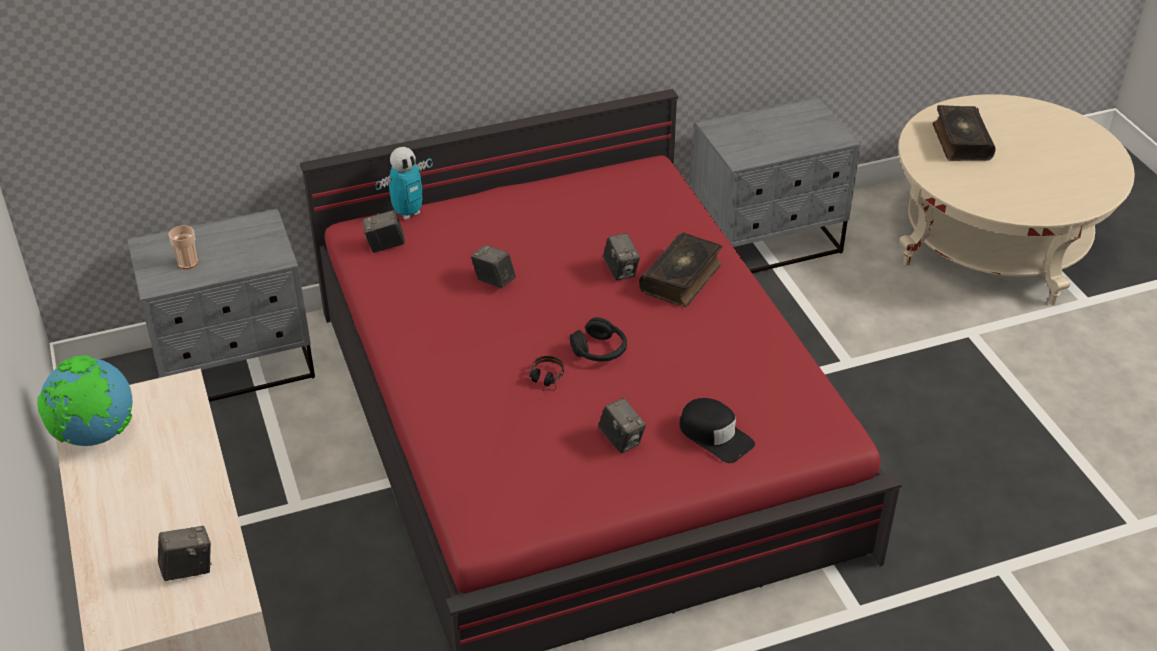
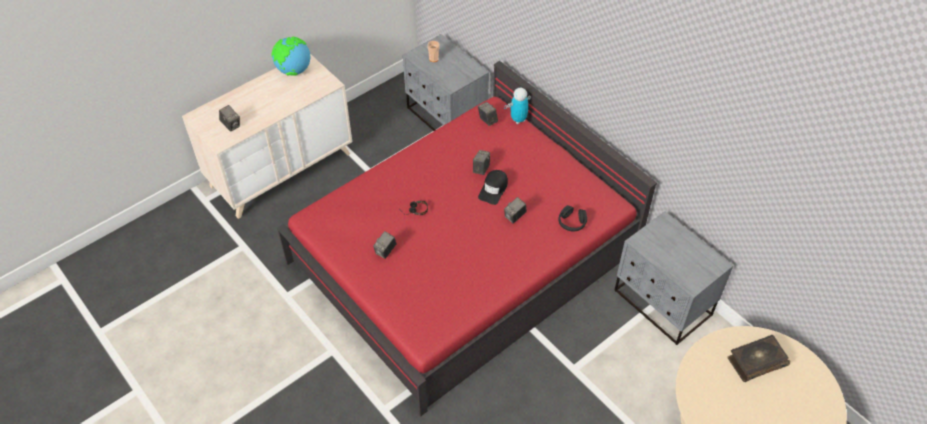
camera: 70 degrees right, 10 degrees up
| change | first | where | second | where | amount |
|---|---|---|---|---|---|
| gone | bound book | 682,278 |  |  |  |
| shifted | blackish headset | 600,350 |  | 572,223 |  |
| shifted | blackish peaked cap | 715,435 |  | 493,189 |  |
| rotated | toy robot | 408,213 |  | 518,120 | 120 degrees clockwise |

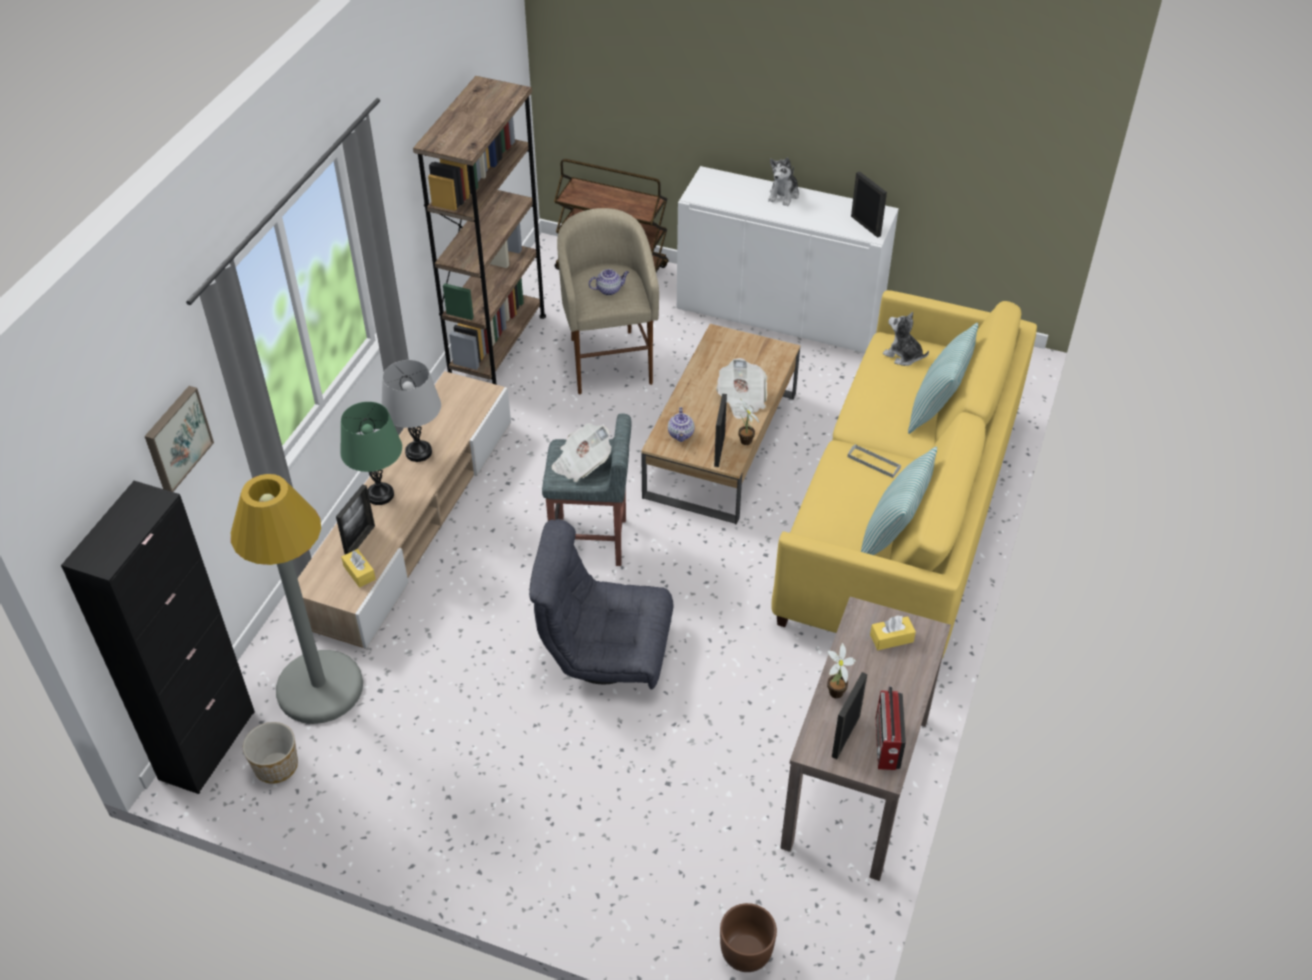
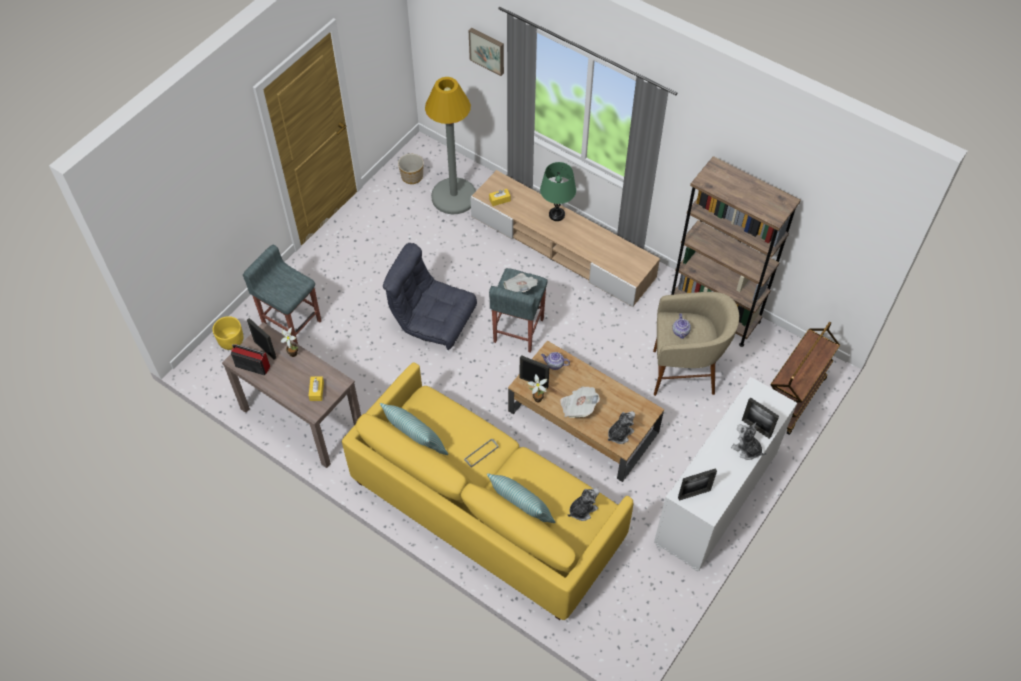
camera: 105 degrees right, 10 degrees up
| change | first | where | second | where | amount |
|---|---|---|---|---|---|
| gone | blackish cabinet | 207,745 |  |  |  |
| gone | gray table lamp | 418,452 |  |  |  |
| new |  |  | gray stool | 292,323 |  |
| new |  |  | plush toy | 619,434 |  |
| shifted | standing frame | 360,541 |  | 756,428 |  |
| repainted | brownish planter | 745,952 | yellow-coloured planter | 231,341 |  |
| rotated | gray armchair | 605,651 |  | 433,321 | 90 degrees counterclockwise |

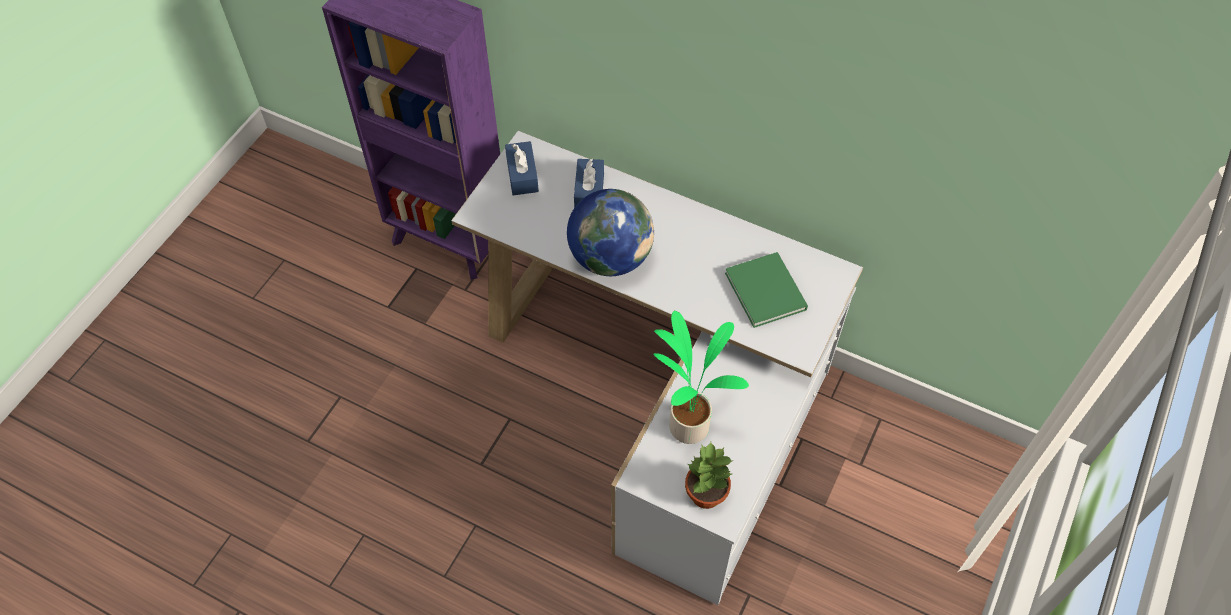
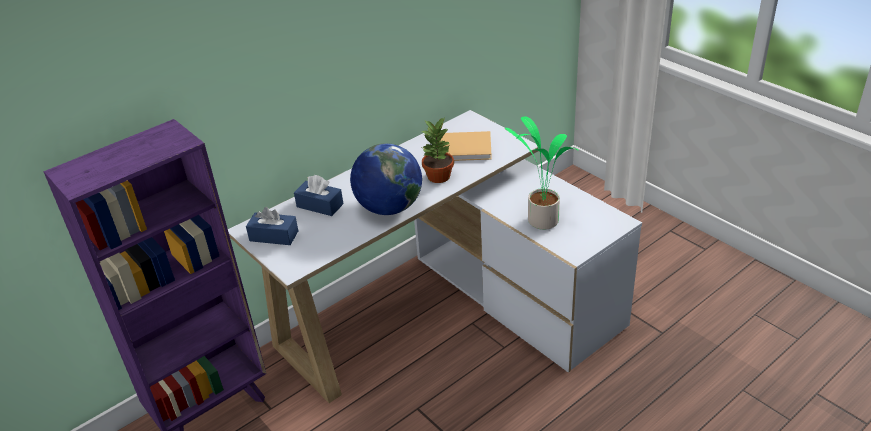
camera: 65 degrees left, 20 degrees down
| change | first | where | second | where | amount |
|---|---|---|---|---|---|
| shifted | houseplant | 705,495 |  | 439,176 |  |
| repainted | green bound book | 766,293 | beige bound book | 467,148 |  |

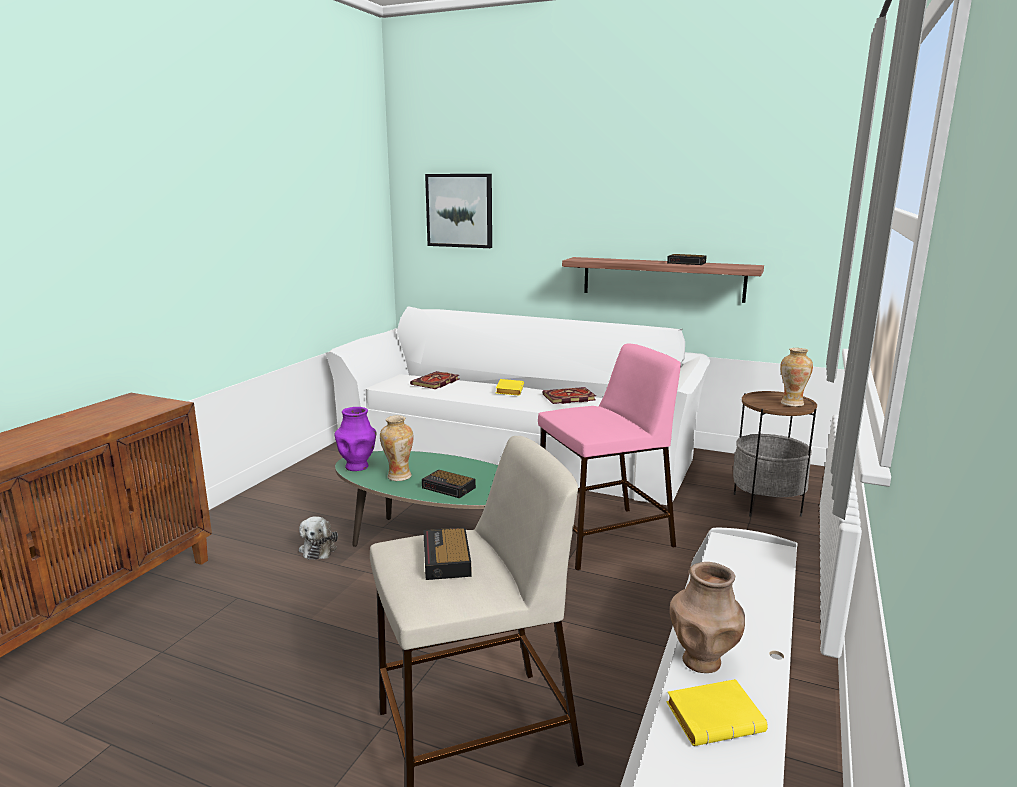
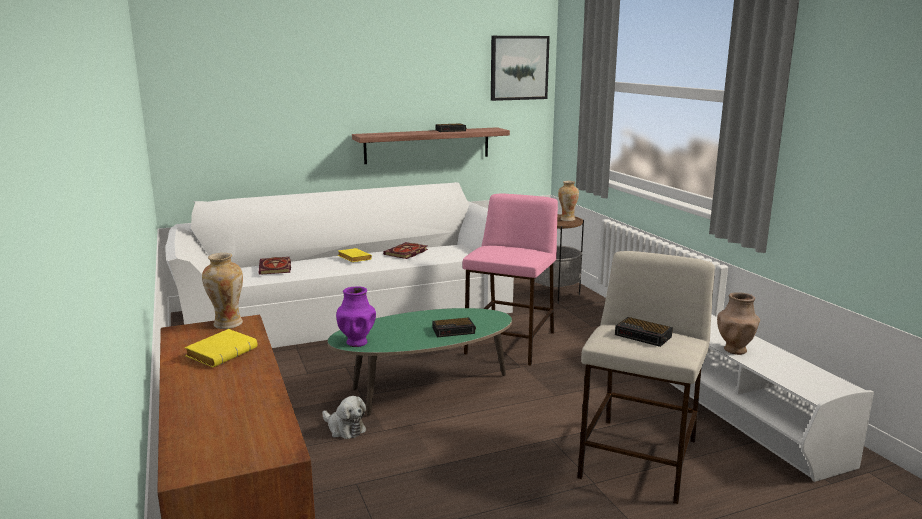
camera: 45 degrees left, 0 degrees up
| change | first | where | second | where | amount |
|---|---|---|---|---|---|
| shifted | vase | 398,476 |  | 227,324 |  |
| shifted | wall picture | 459,210 |  | 519,68 |  |
| shifted | yellow-coloured bound book | 715,717 |  | 222,353 |  |

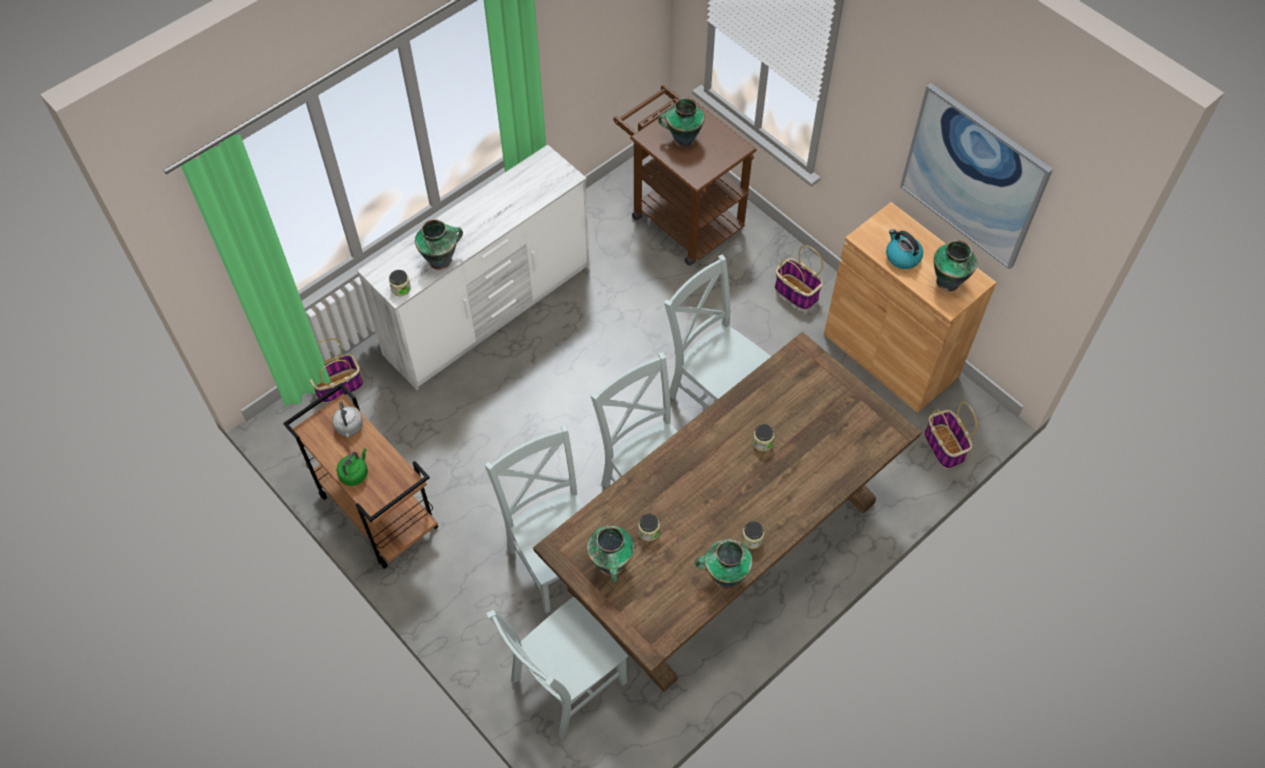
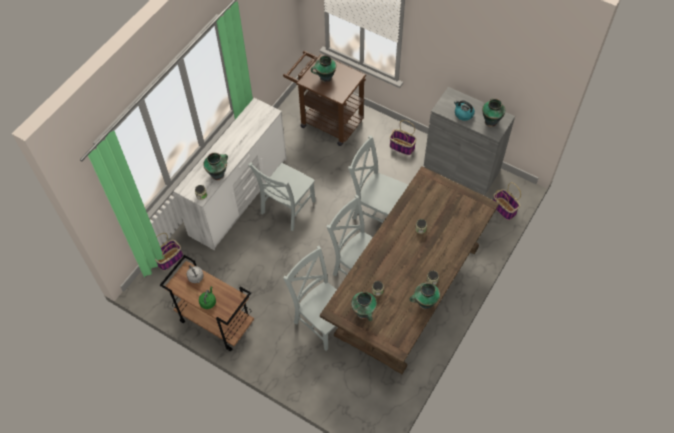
camera: 15 degrees left, 0 degrees up
| change | first | where | second | where | amount |
|---|---|---|---|---|---|
| gone | wall picture | 973,176 |  |  |  |
| shifted | gray chair | 564,684 |  | 286,209 |  |
| repainted | brownish cabinet | 890,355 | gray cabinet | 461,168 |  |

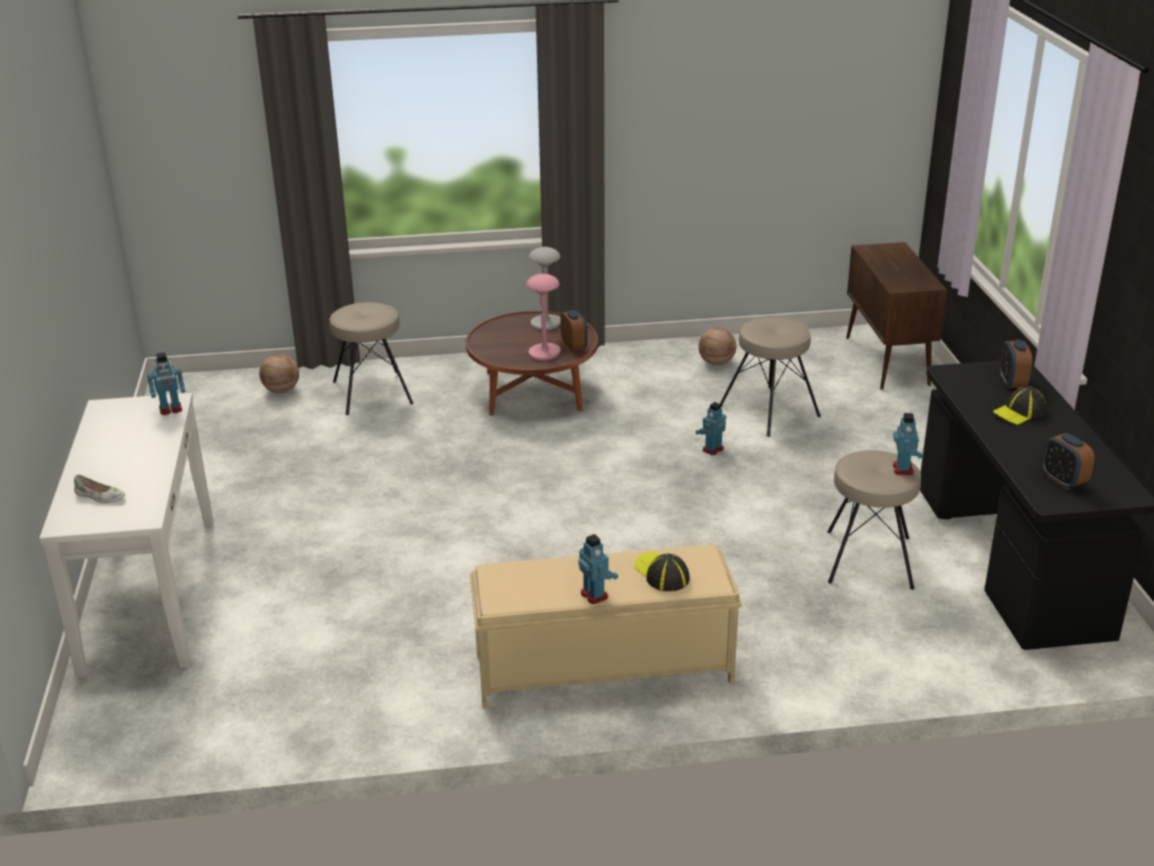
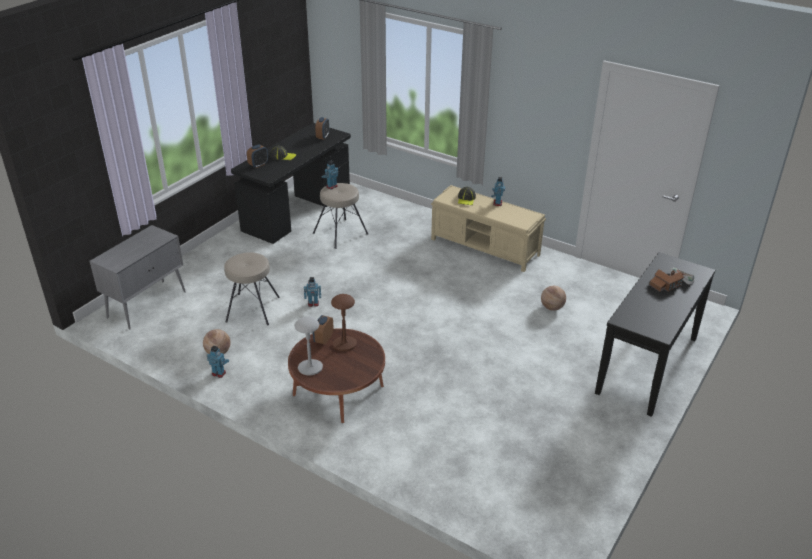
camera: 140 degrees left, 5 degrees up
| change | first | where | second | where | amount |
|---|---|---|---|---|---|
| gone | beige stool | 371,393 |  |  |  |
| new |  |  | miniature house | 665,285 |  |
| shifted | toy robot | 170,409 |  | 219,373 |  |
| shifted | basketball ball | 281,390 |  | 552,308 |  |
| repainted | white narrow table | 149,593 | blackish narrow table | 648,365 |  |
| repainted | pinkish table lamp | 544,353 | brownish table lamp | 344,344 |  |
| repainted | brownish cabinet | 887,362 | gray cabinet | 147,304 |  |

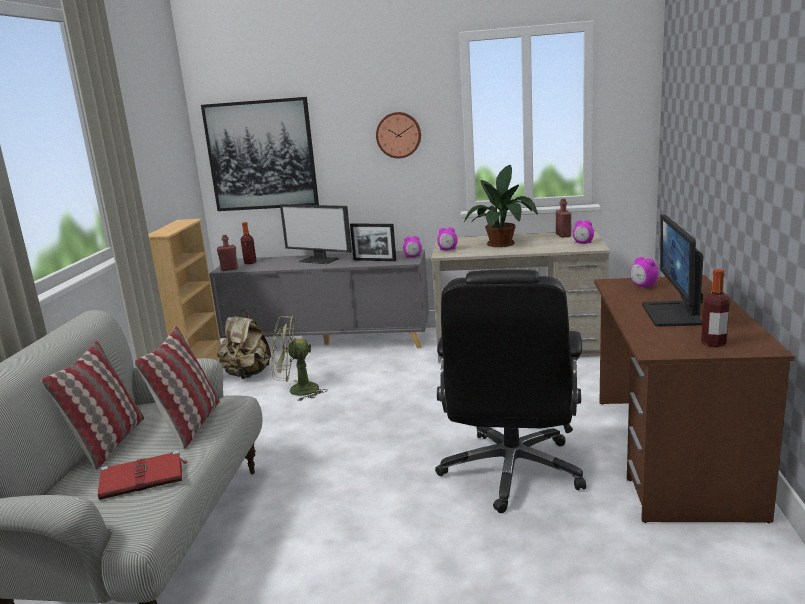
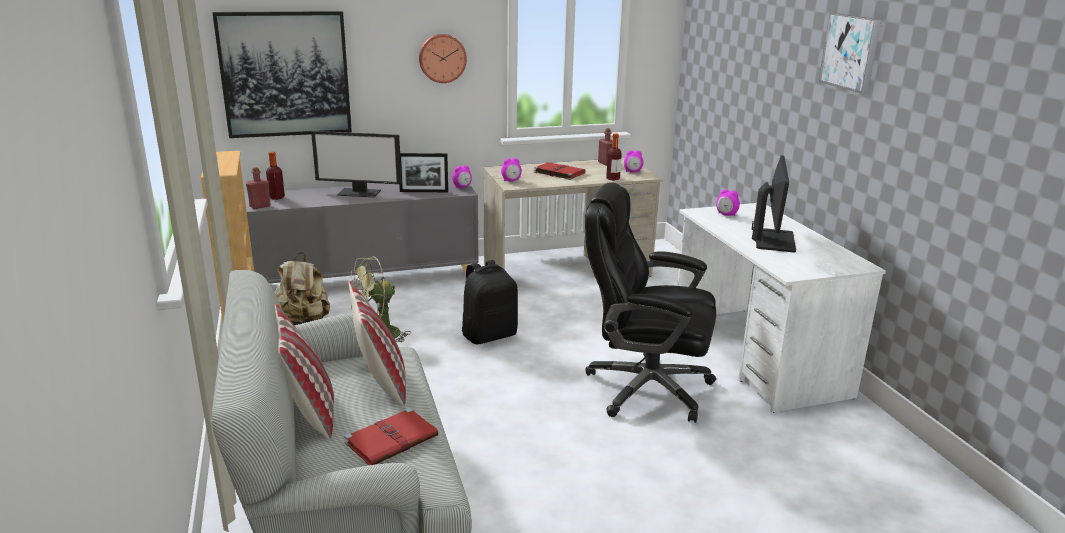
camera: 25 degrees left, 5 degrees up
| change | first | where | second | where | amount |
|---|---|---|---|---|---|
| new |  |  | blackish backpack | 489,335 |  |
| new |  |  | wall picture | 851,52 |  |
| shifted | beverage bottle | 713,343 |  | 613,178 |  |
| swapped | houseplant | 503,243 | red-coloured bound book | 558,172 |  |
| repainted | brownish desk | 671,454 | white desk | 756,355 |  |
| rotated | blackish computer chair | 511,472 |  | 645,388 | 120 degrees clockwise |
| rotated | monitor | 673,314 |  | 773,240 | 150 degrees counterclockwise |

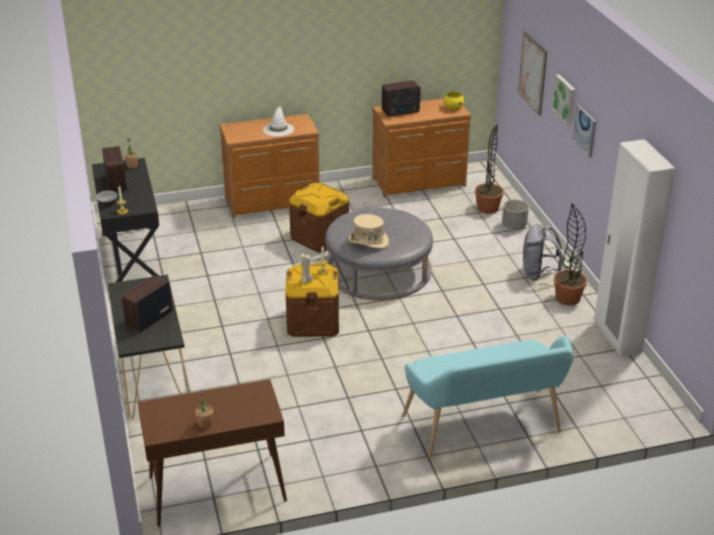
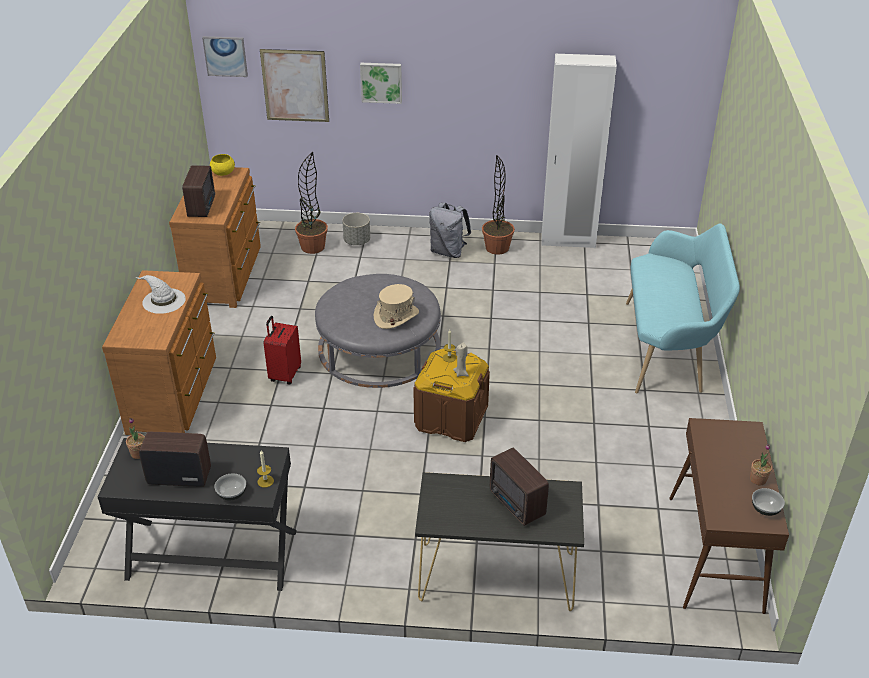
camera: 70 degrees left, 5 degrees up
| change | first | where | second | where | amount |
|---|---|---|---|---|---|
| new |  |  | bowl | 765,509 |  |
| shifted | wall picture | 585,130 |  | 225,56 |  |
| swapped | brownish storage container | 320,237 | red-coloured piece of luggage | 284,374 |  |

